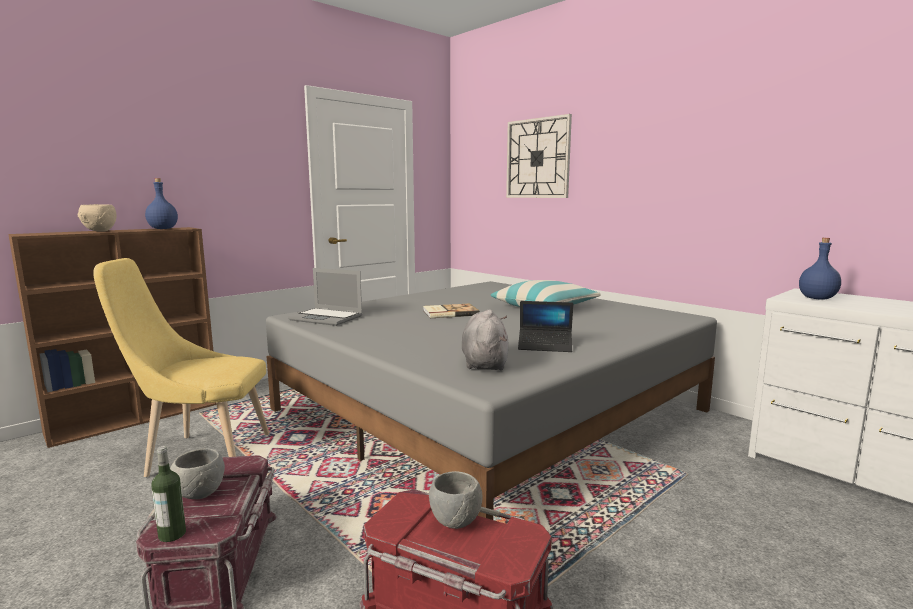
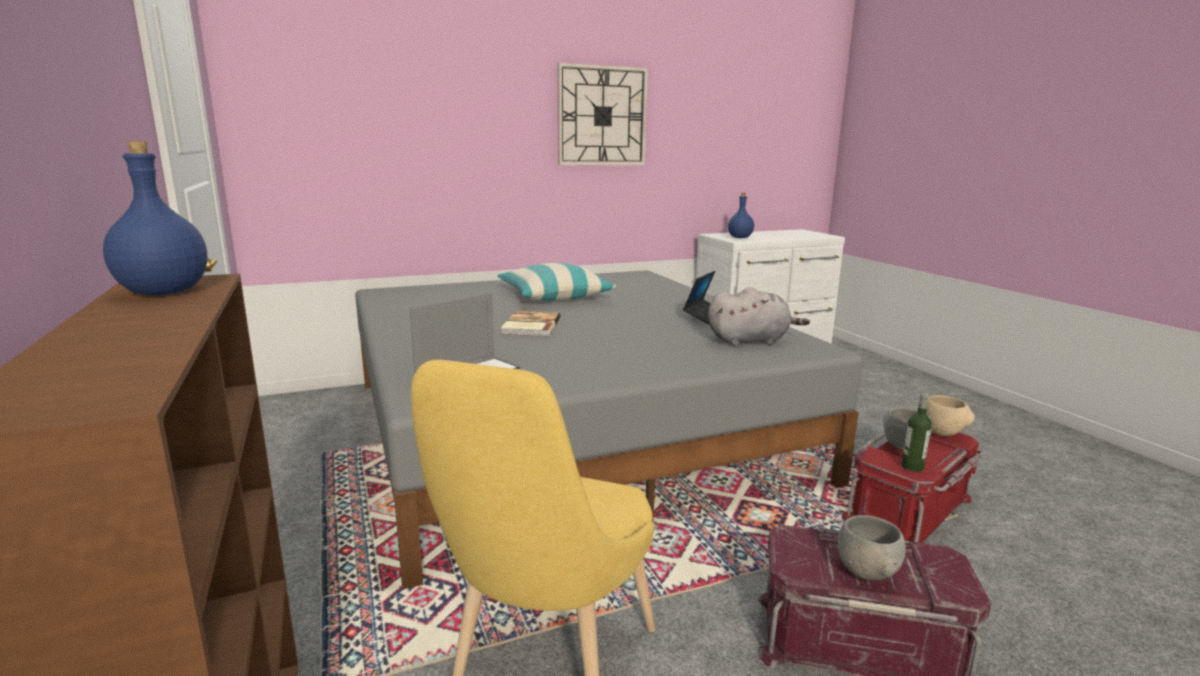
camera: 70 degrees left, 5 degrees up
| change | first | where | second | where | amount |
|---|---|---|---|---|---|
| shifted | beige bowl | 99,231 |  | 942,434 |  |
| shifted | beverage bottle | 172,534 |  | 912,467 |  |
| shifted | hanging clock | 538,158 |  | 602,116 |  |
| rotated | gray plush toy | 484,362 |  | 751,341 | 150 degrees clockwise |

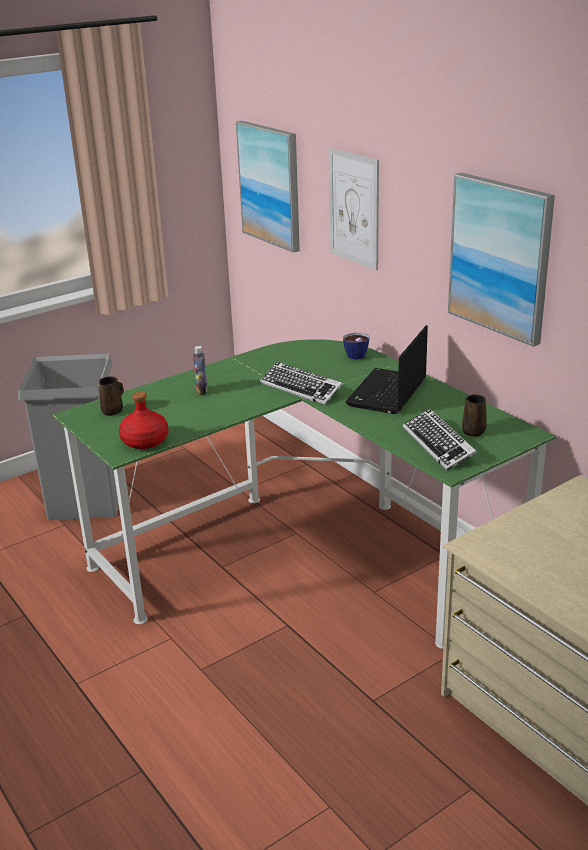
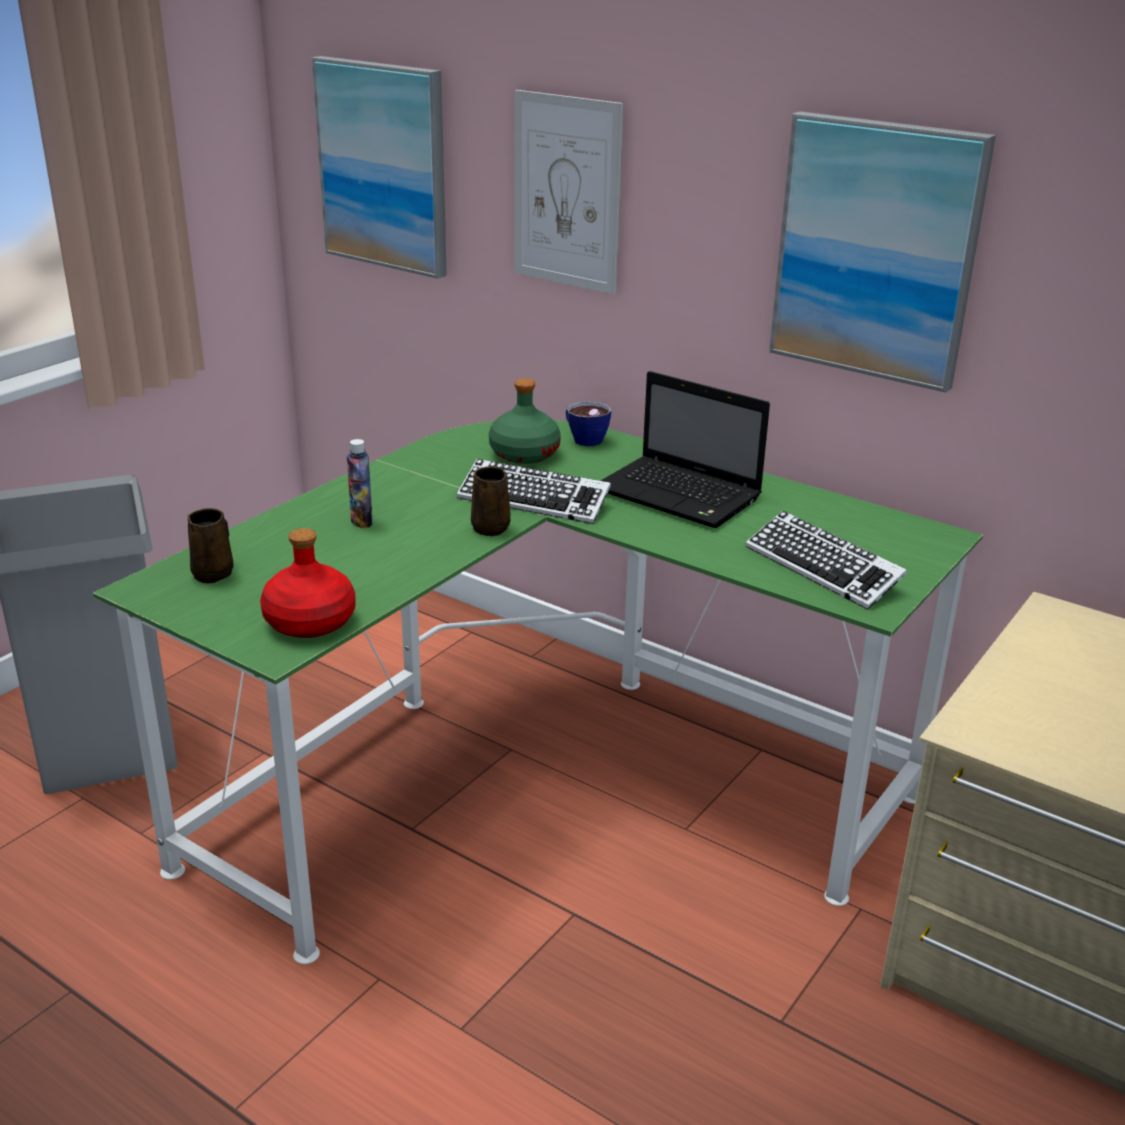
camera: 20 degrees left, 0 degrees up
| change | first | where | second | where | amount |
|---|---|---|---|---|---|
| new |  |  | green beverage bottle | 523,454 |  |
| shifted | brownish tea mug | 474,431 |  | 491,527 |  |
| rotated | laptop | 387,393 |  | 680,495 | 60 degrees counterclockwise |

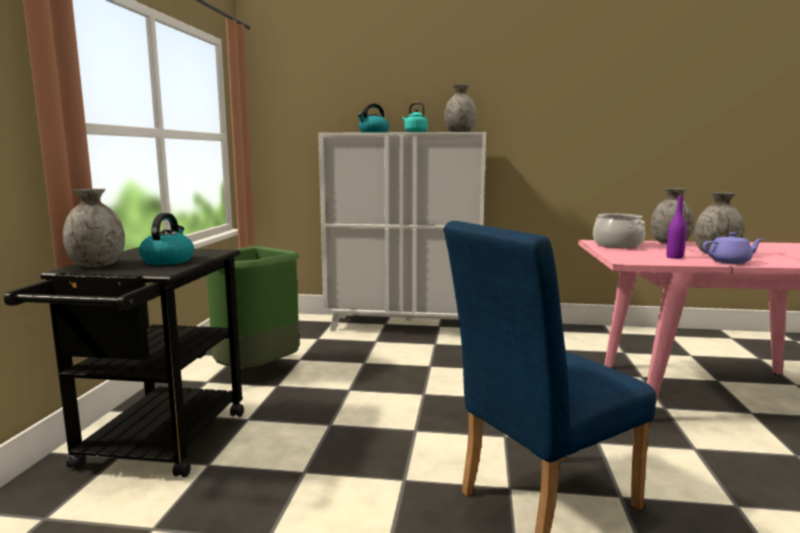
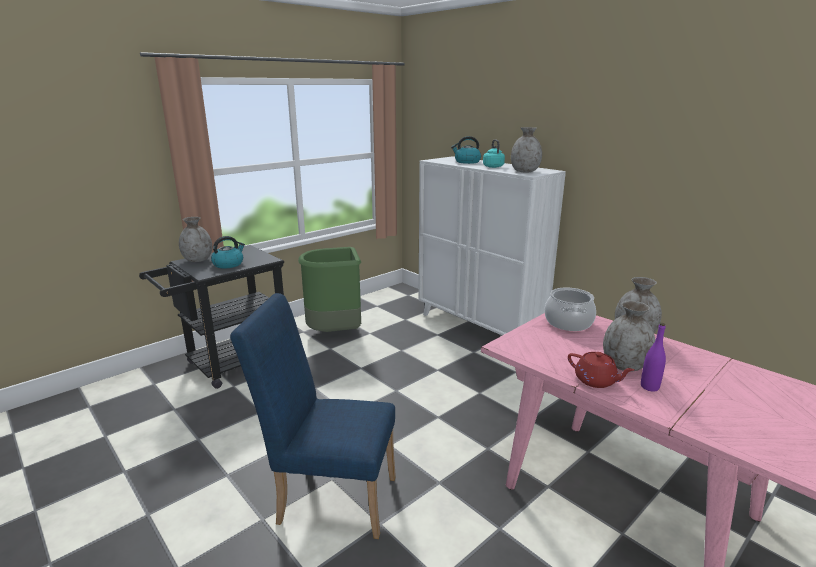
camera: 40 degrees right, 10 degrees up
| change | first | where | second | where | amount |
|---|---|---|---|---|---|
| shifted | purple beverage bottle | 674,257 |  | 649,387 |  |
| repainted | purple pot for tea | 730,262 | red-coloured pot for tea | 596,381 |  |

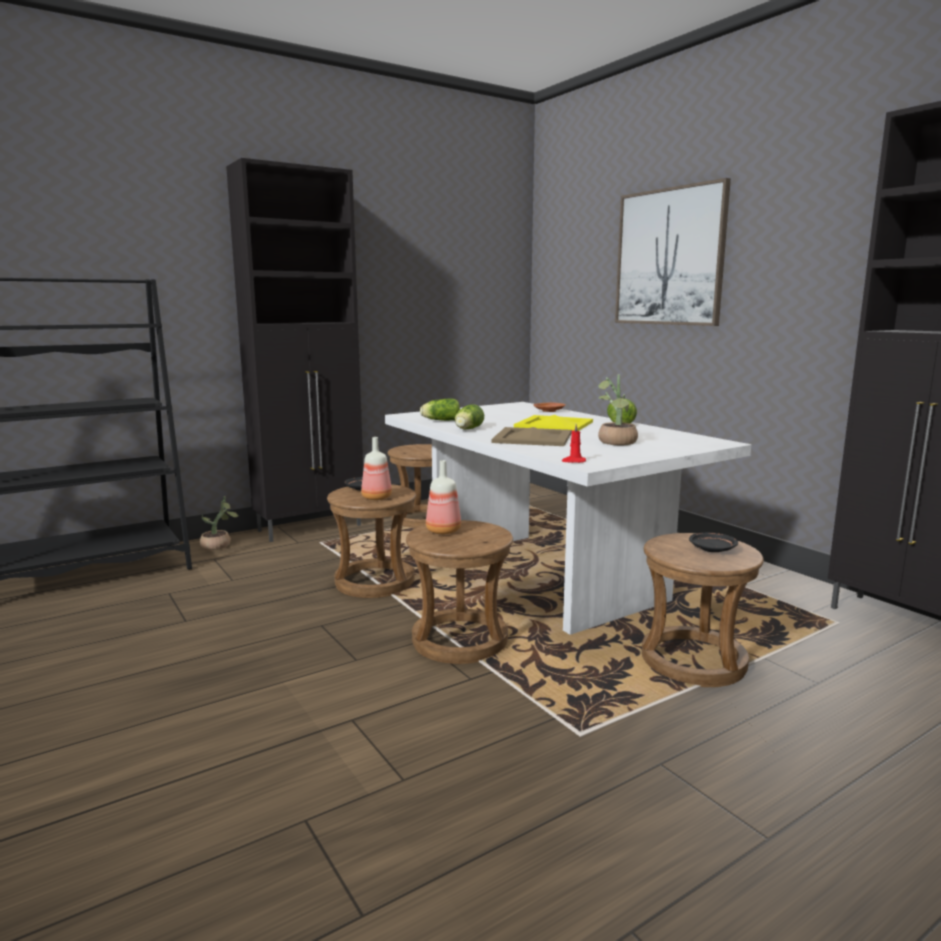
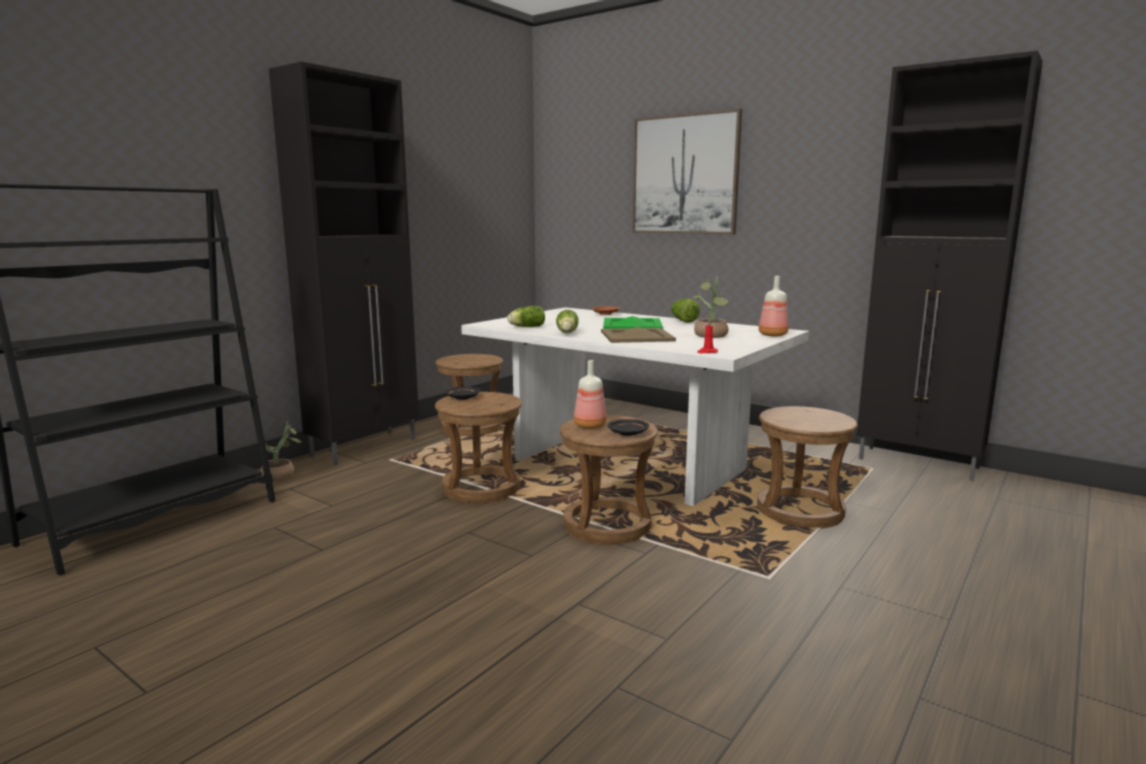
camera: 20 degrees left, 0 degrees up
| change | first | where | second | where | amount |
|---|---|---|---|---|---|
| shifted | beverage bottle | 375,498 |  | 772,335 |  |
| shifted | blackish dinner plate | 712,549 |  | 628,433 |  |
| repainted | yellow-coloured serving tray | 553,424 | green serving tray | 631,324 |  |

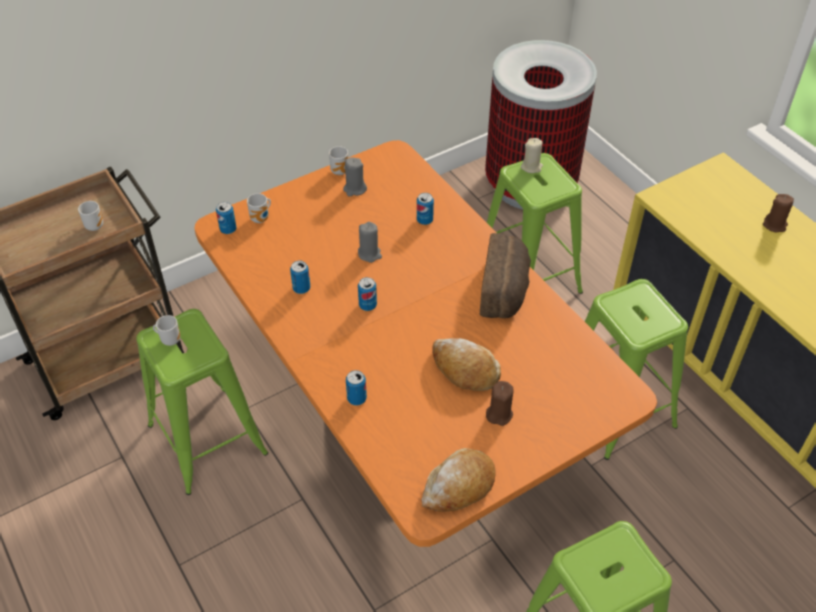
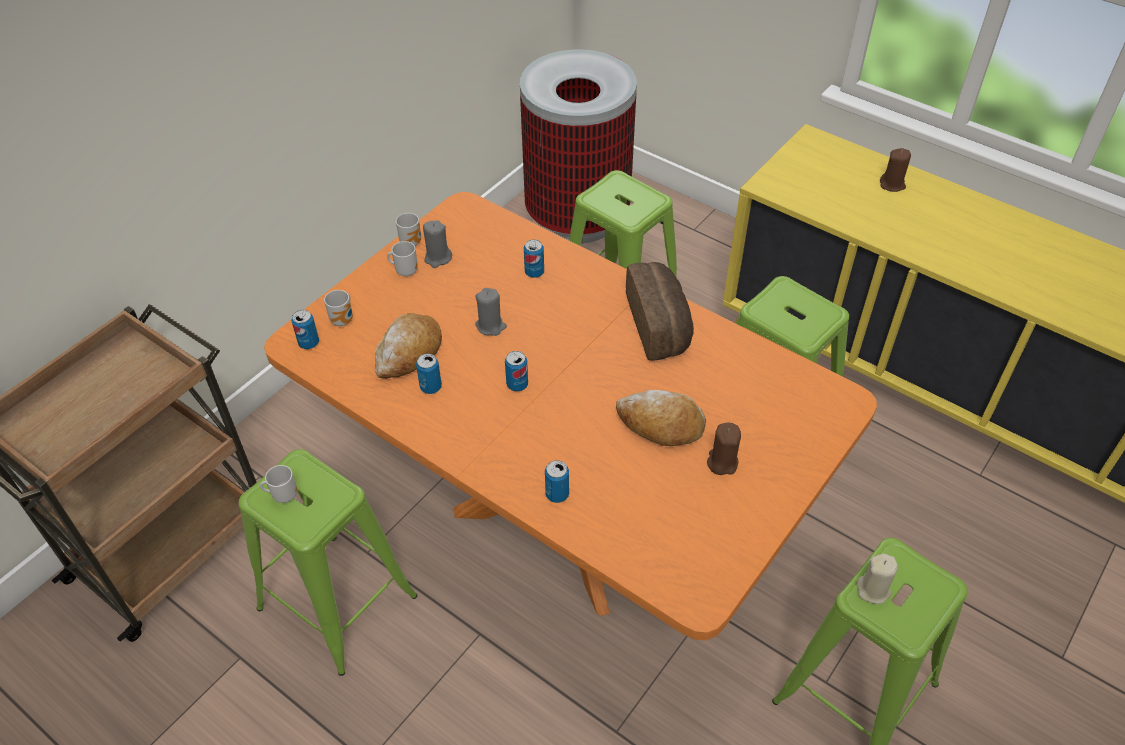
camera: 20 degrees left, 0 degrees up
| change | first | where | second | where | amount |
|---|---|---|---|---|---|
| shifted | tea mug | 94,226 |  | 405,271 |  |
| shifted | bakery bread | 459,486 |  | 409,353 |  |
| shifted | beige wax light | 531,167 |  | 873,590 |  |

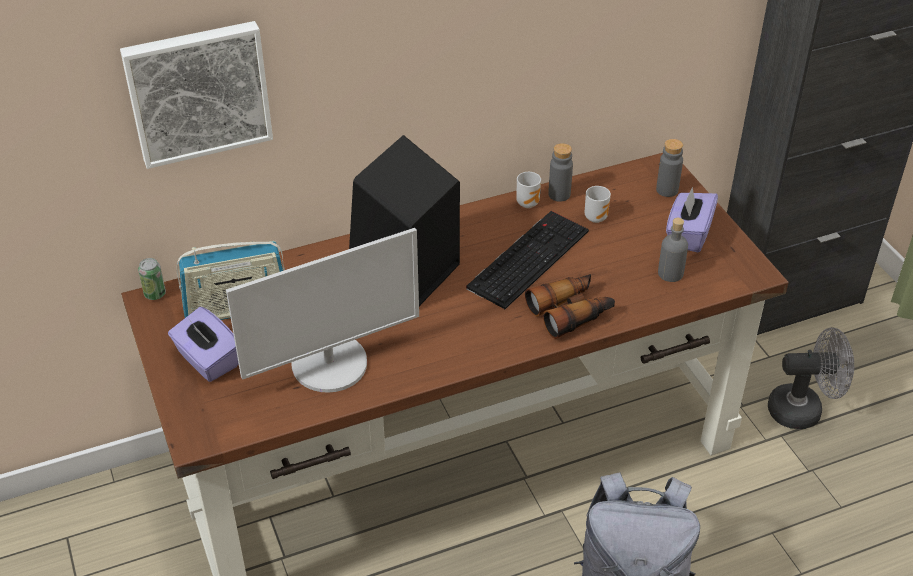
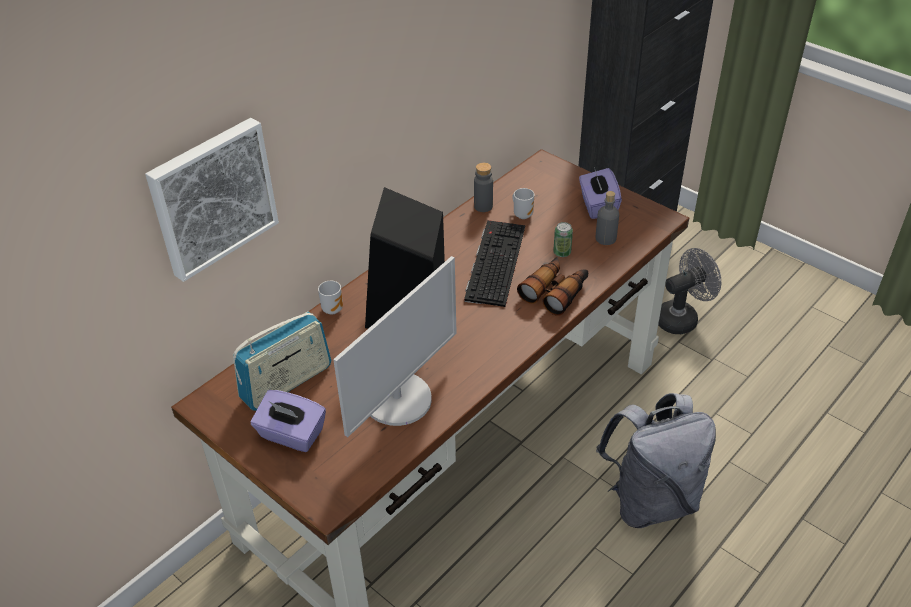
camera: 25 degrees left, 0 degrees up
| change | first | where | second | where | amount |
|---|---|---|---|---|---|
| gone | gray beverage bottle | 667,190 |  |  |  |
| shifted | metal can | 155,294 |  | 562,252 |  |
| shifted | tea mug | 529,203 |  | 333,308 |  |

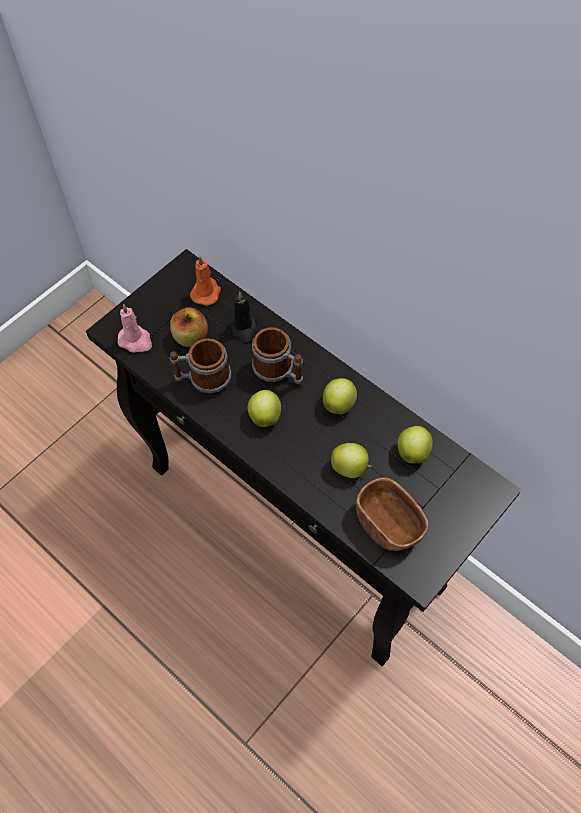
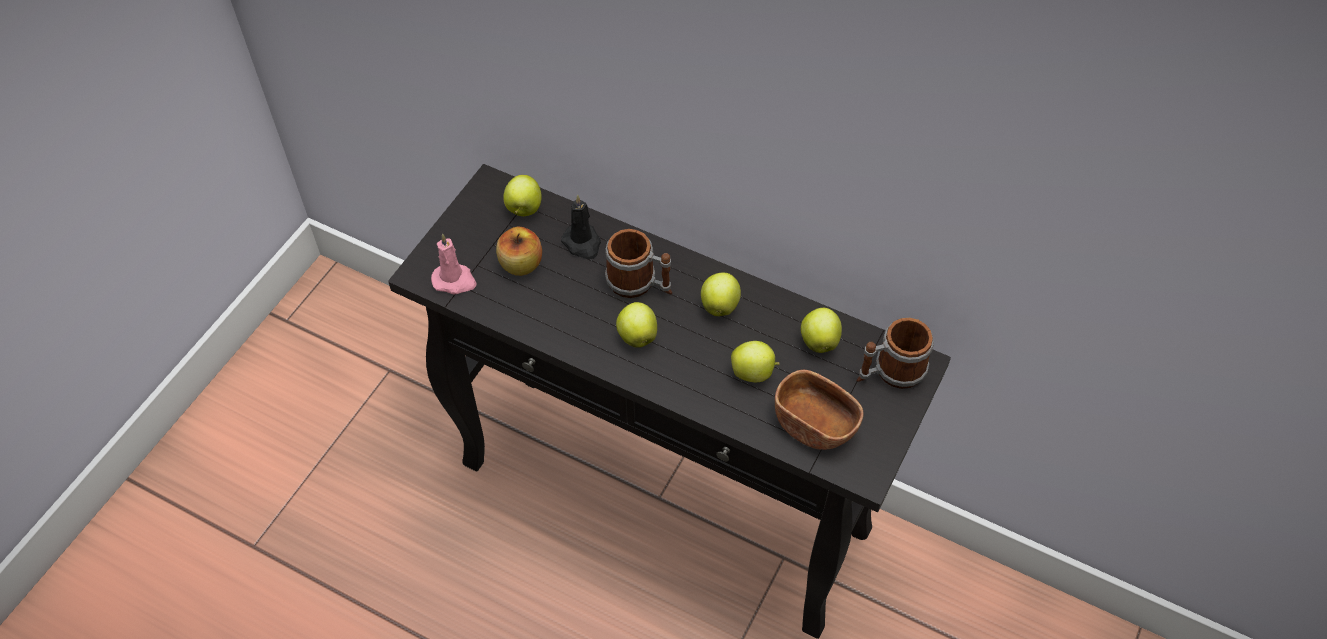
camera: 15 degrees left, 5 degrees down
| change | first | where | second | where | amount |
|---|---|---|---|---|---|
| shifted | tea mug | 203,380 |  | 890,372 |  |
| swapped | orange wax light | 206,292 | apple fruit | 524,209 |  |

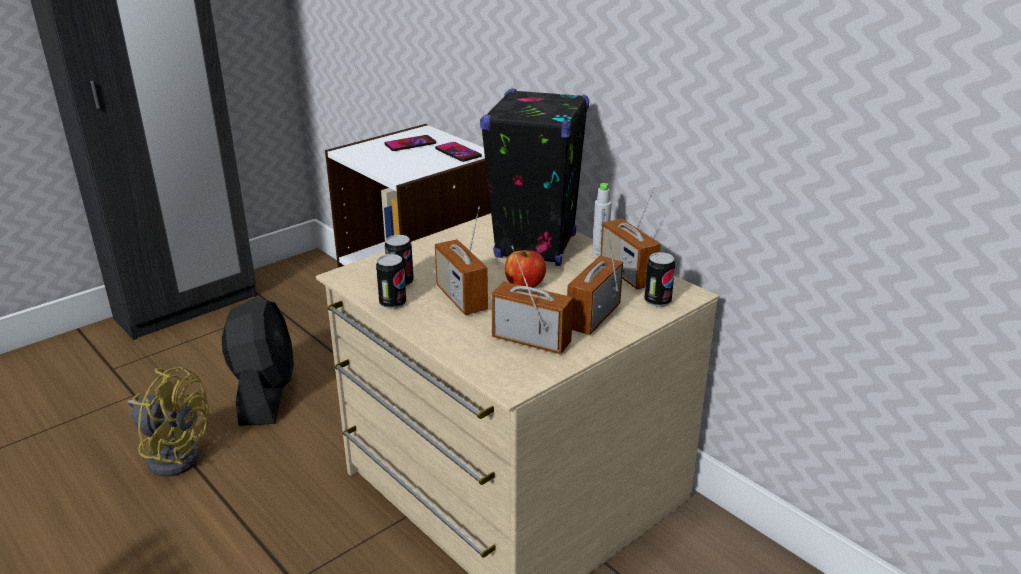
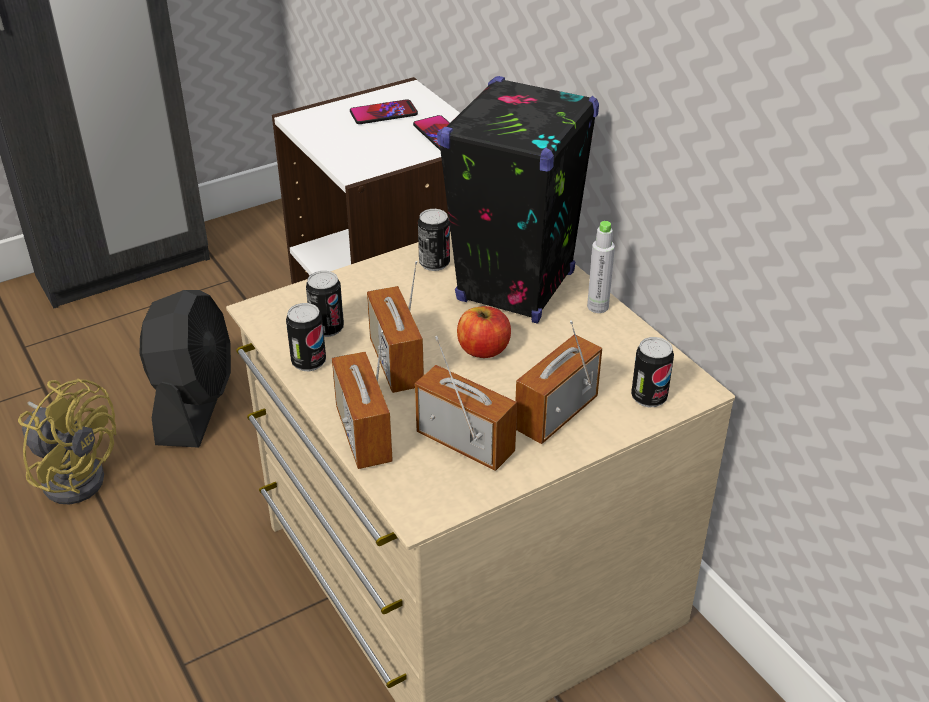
camera: 10 degrees right, 10 degrees up
| change | first | where | second | where | amount |
|---|---|---|---|---|---|
| new |  |  | metal can | 434,263 |  |
| shifted | radio receiver | 627,274 |  | 363,435 |  |

